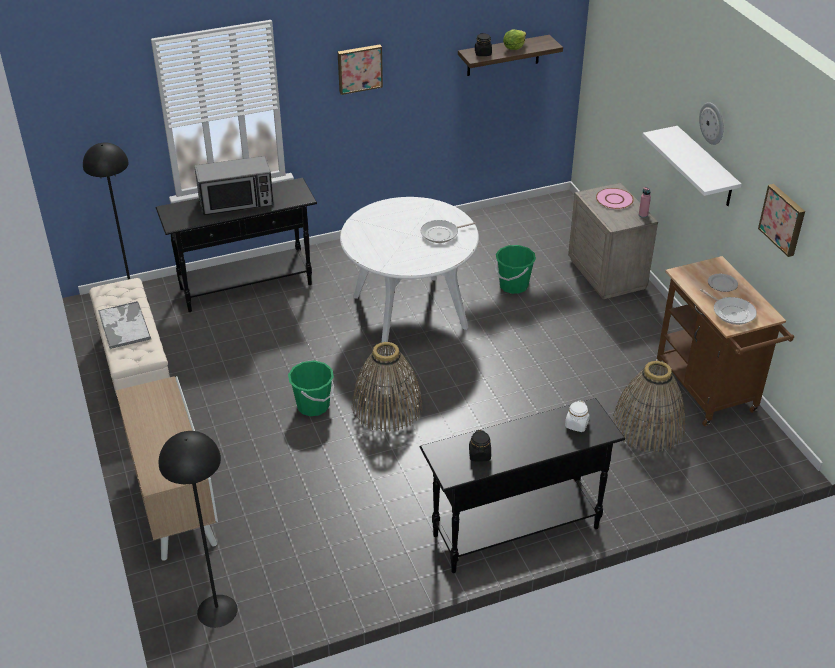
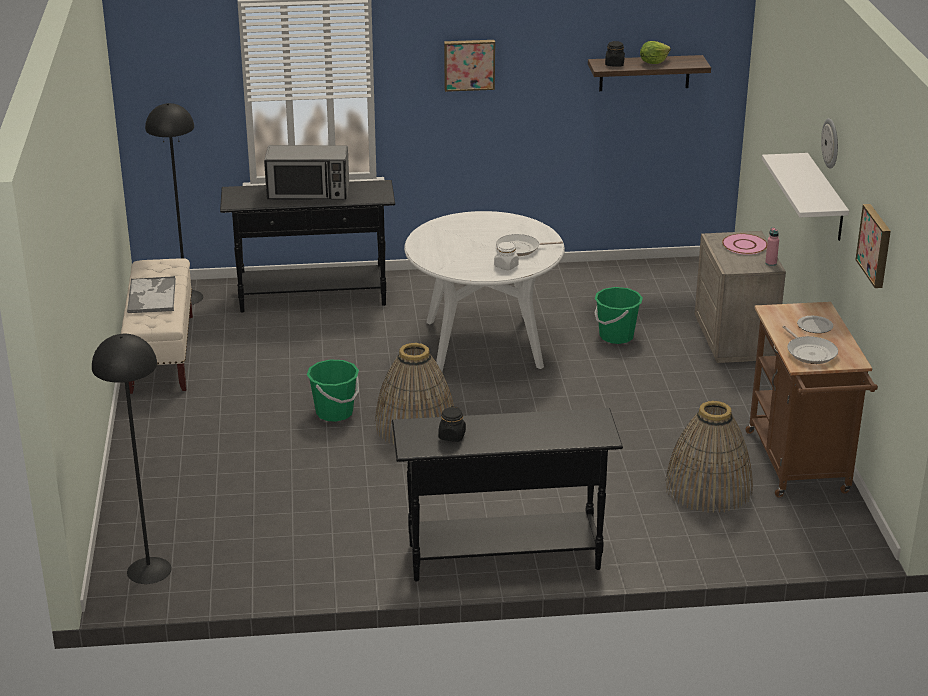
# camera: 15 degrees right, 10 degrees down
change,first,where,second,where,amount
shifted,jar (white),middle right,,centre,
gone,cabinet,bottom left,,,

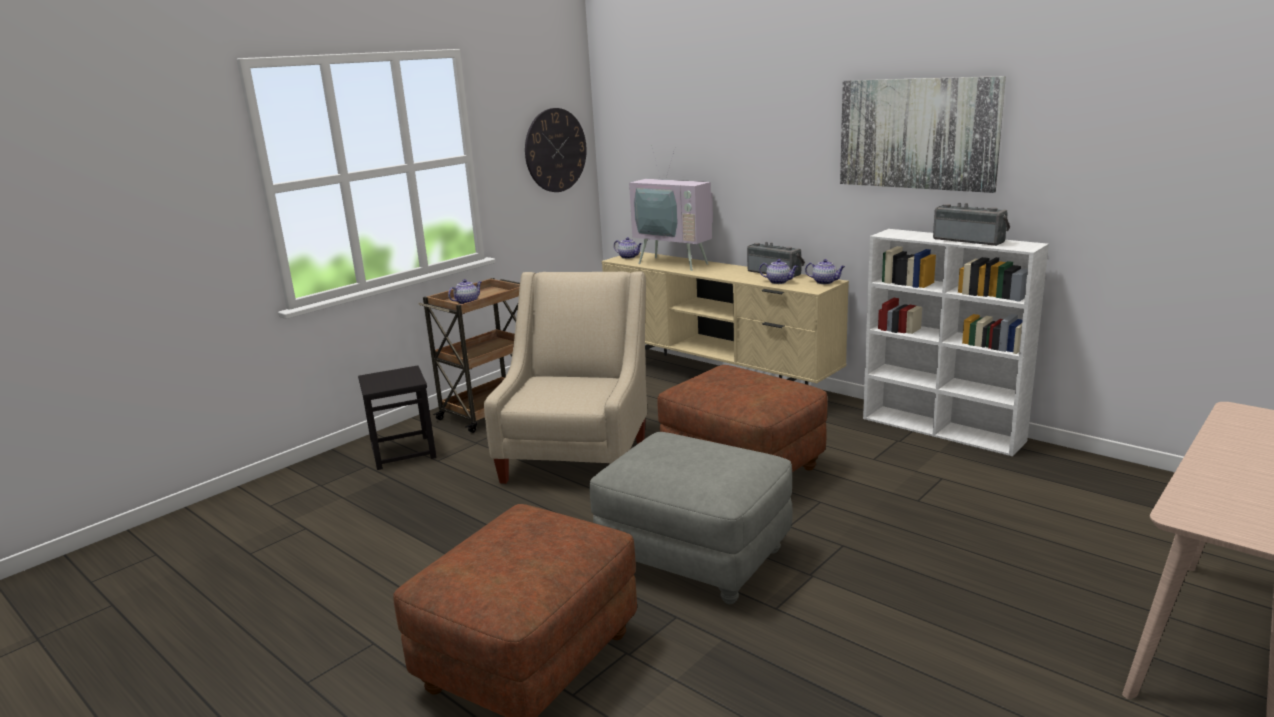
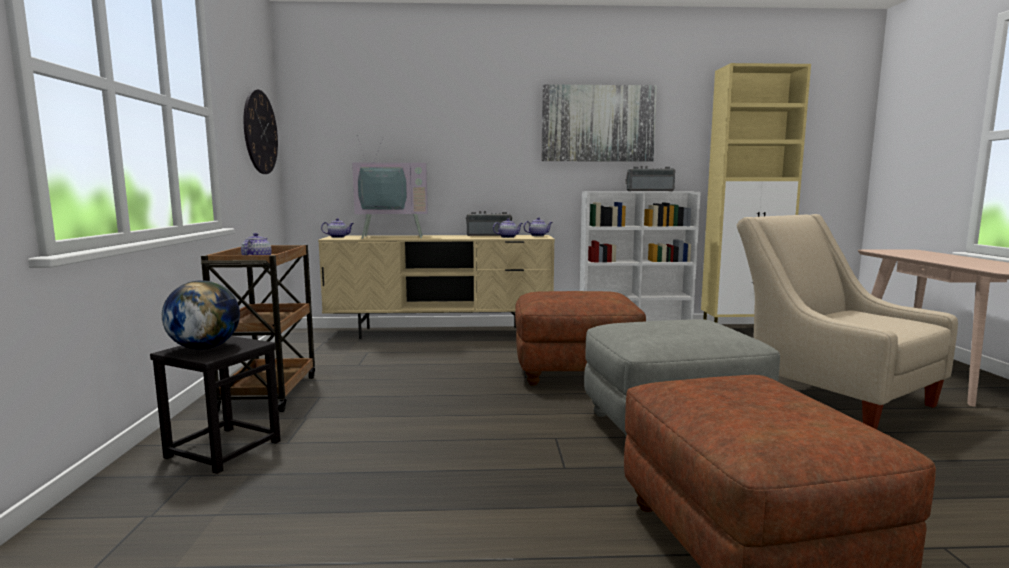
# camera: 45 degrees left, 10 degrees down
change,first,where,second,where,amount
new,,,globe,middle left,
new,,,cabinet (beige),middle right,
shifted,armchair (beige),centre,,middle right,

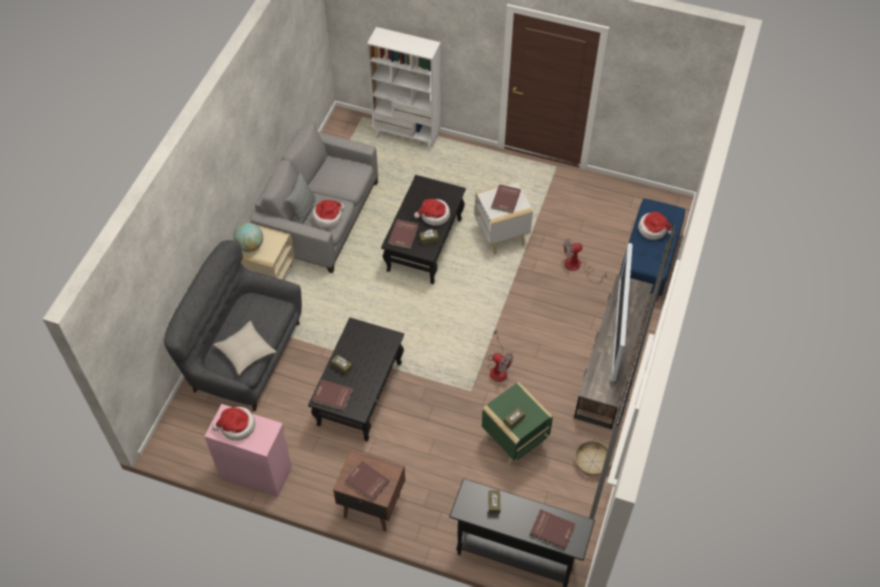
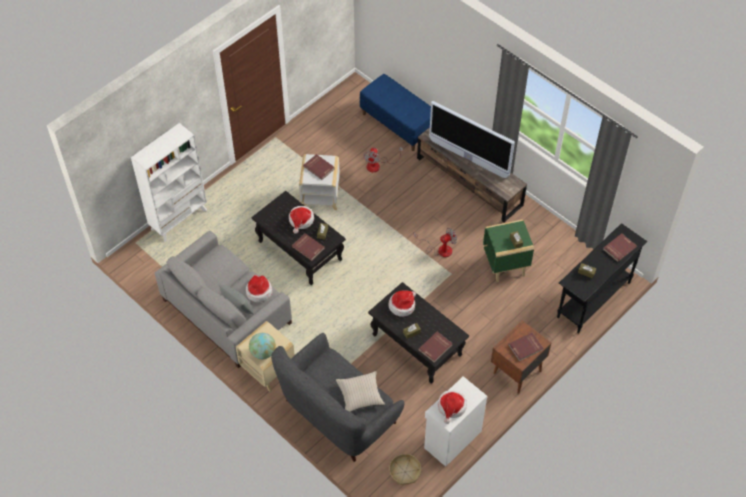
# camera: 65 degrees left, 0 degrees up
change,first,where,second,where,amount
shifted,hat (no. 4 from left in the first image),middle right,hat (no. 3 from left),centre,
shifted,basket,bottom right,,bottom centre,
repainted,cabinet (pink),bottom left,cabinet (white),bottom centre,

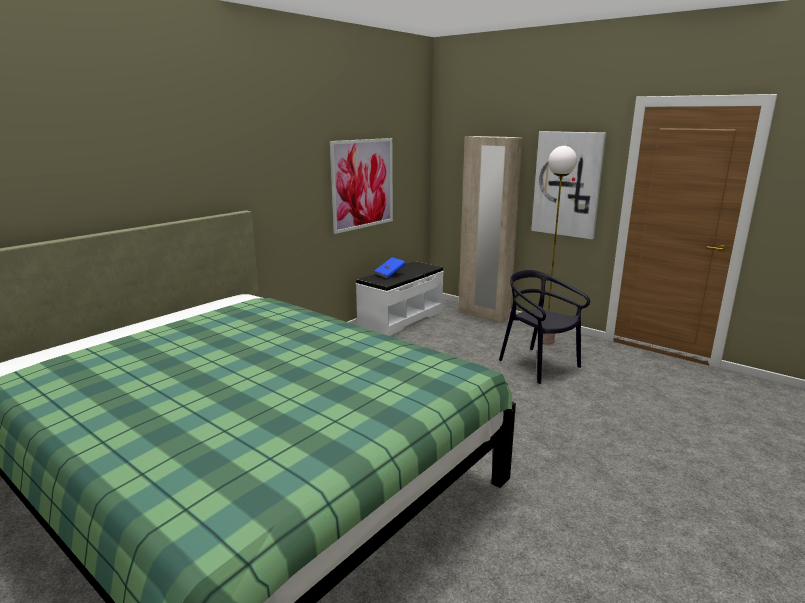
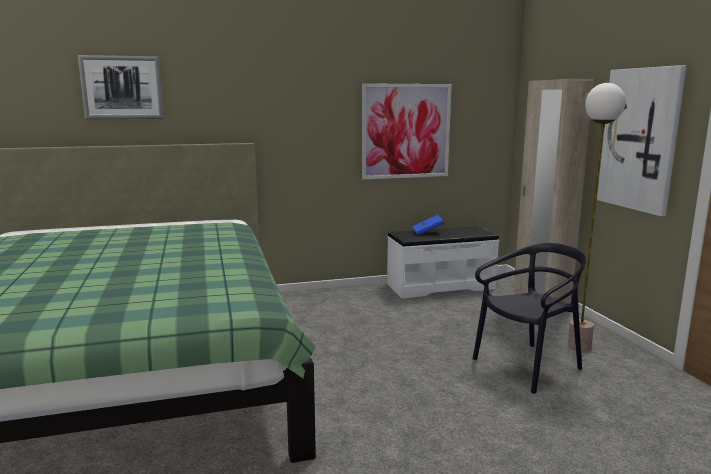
# camera: 35 degrees right, 5 degrees down
change,first,where,second,where,amount
new,,,picture (no. 1 from left),top left,
rotated,chair (black),middle right,,bottom right,60 degrees clockwise

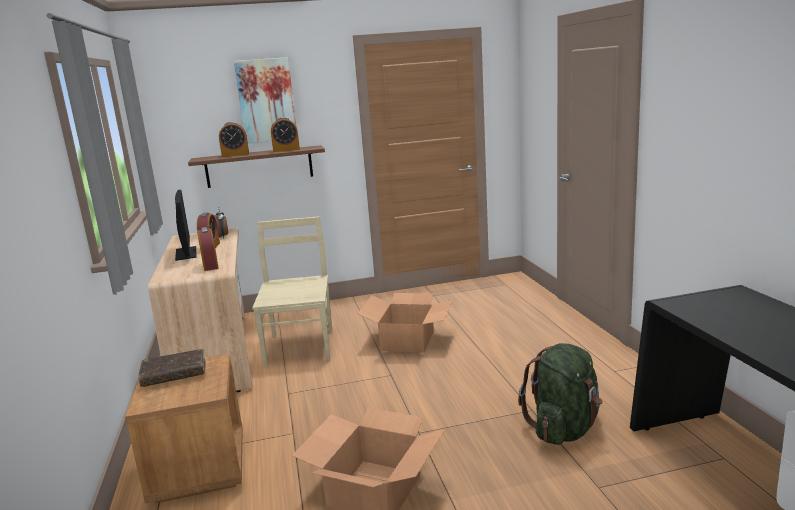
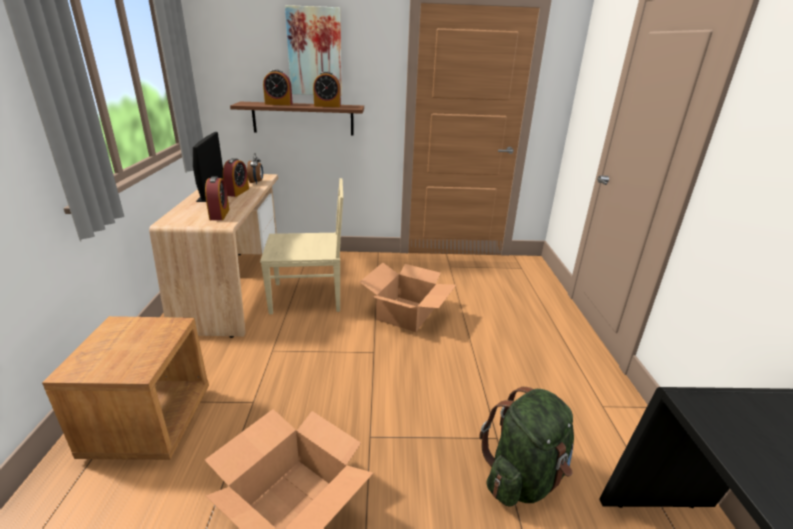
# camera: 10 degrees right, 10 degrees up
change,first,where,second,where,amount
rotated,chair (beige),centre,,centre,75 degrees clockwise
gone,book (brown),bottom left,,,

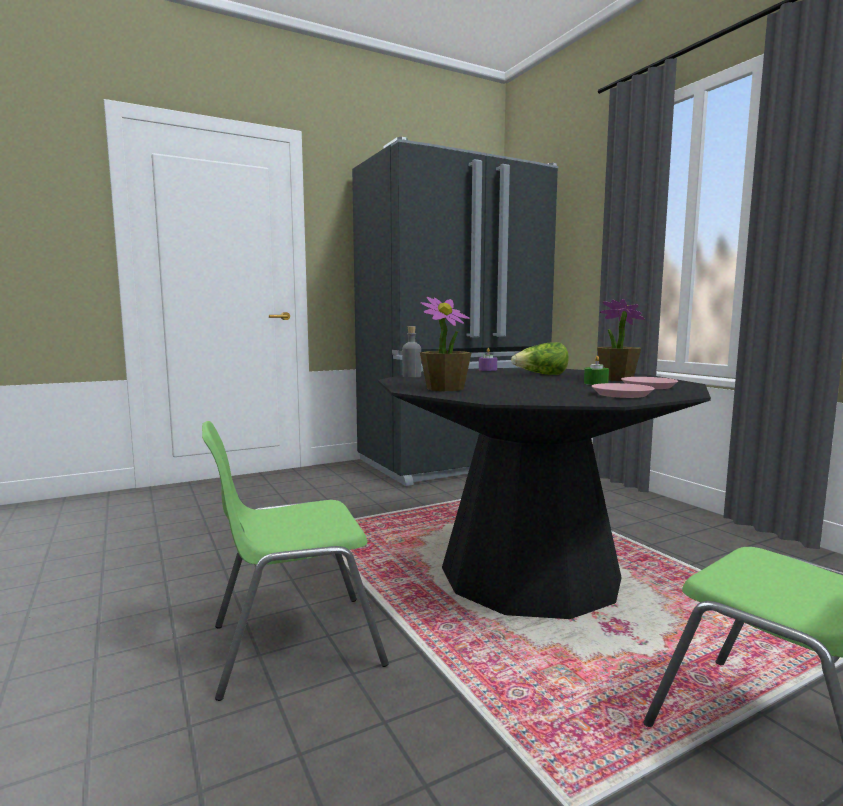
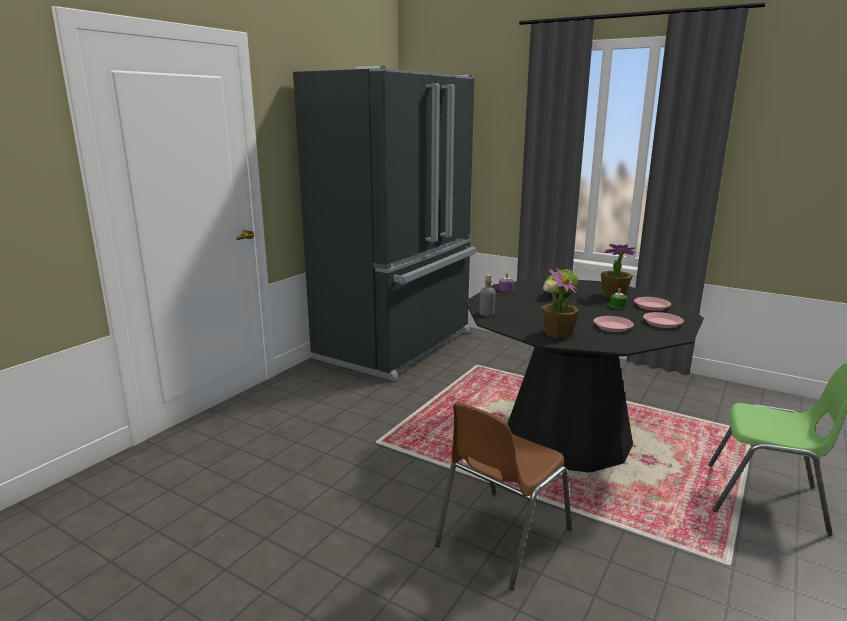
# camera: 30 degrees left, 10 degrees up
change,first,where,second,where,amount
repainted,chair (green) (no. 1 from left),bottom centre,chair (brown),bottom centre,
new,,,plate (pink) (no. 1 from left),middle right,

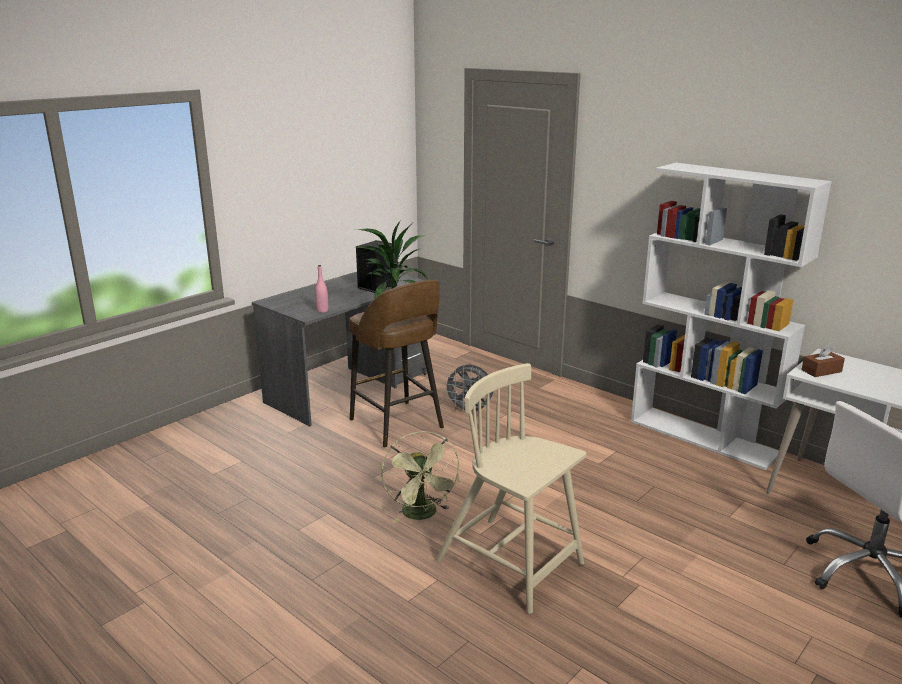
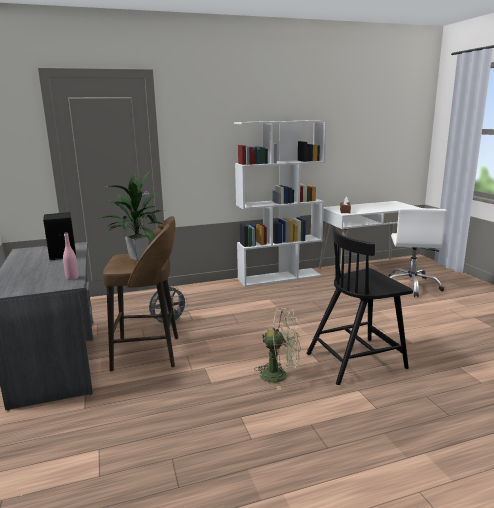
# camera: 60 degrees left, 5 degrees down
change,first,where,second,where,amount
repainted,chair (beige),bottom centre,chair (black),middle right,

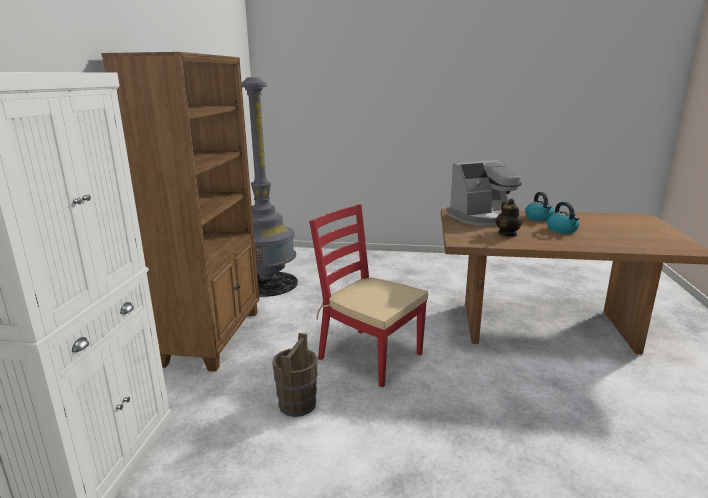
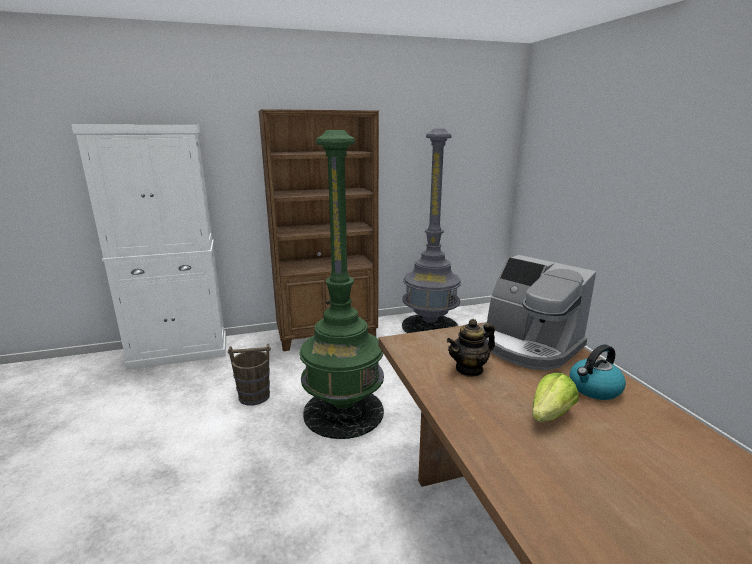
# camera: 65 degrees right, 0 degrees up
change,first,where,second,where,amount
swapped,chair (red),centre,floor lamp (green),centre,
swapped,kettle (no. 2 from left),middle right,lettuce,bottom right,

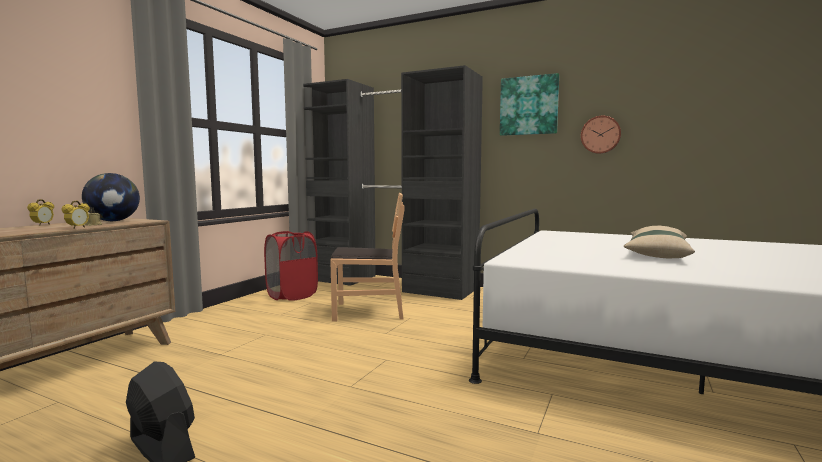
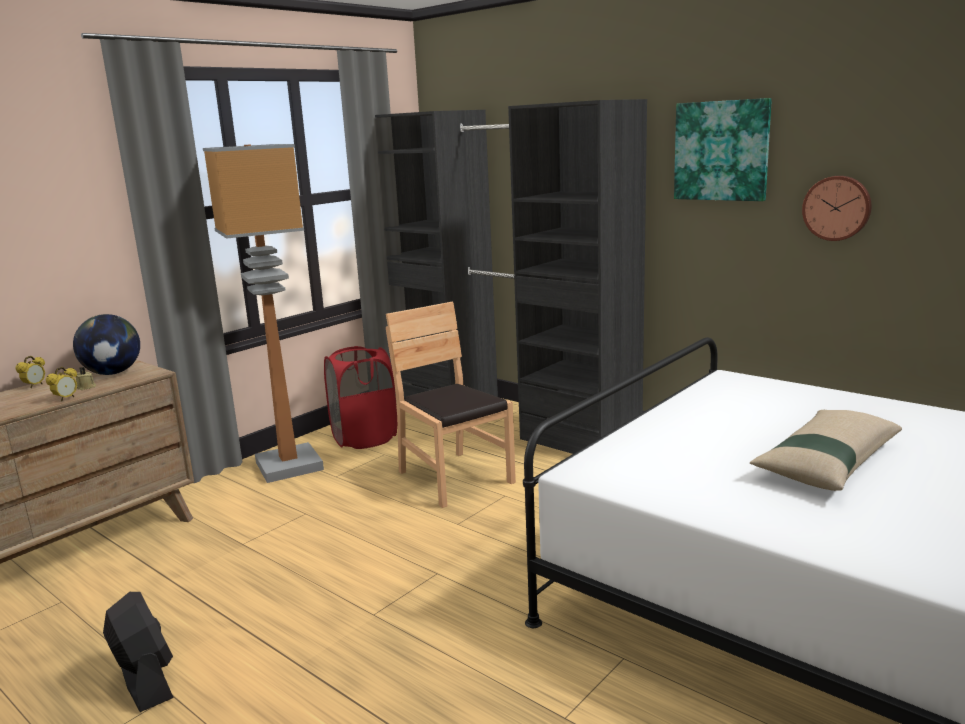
# camera: 15 degrees right, 10 degrees up
change,first,where,second,where,amount
new,,,floor lamp,middle left,
rotated,chair (brown),centre,,centre,135 degrees counterclockwise

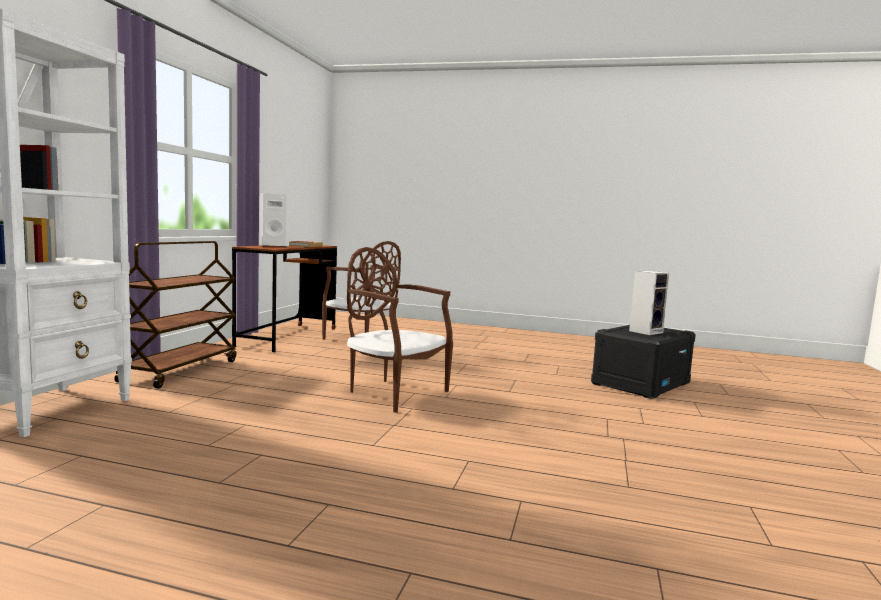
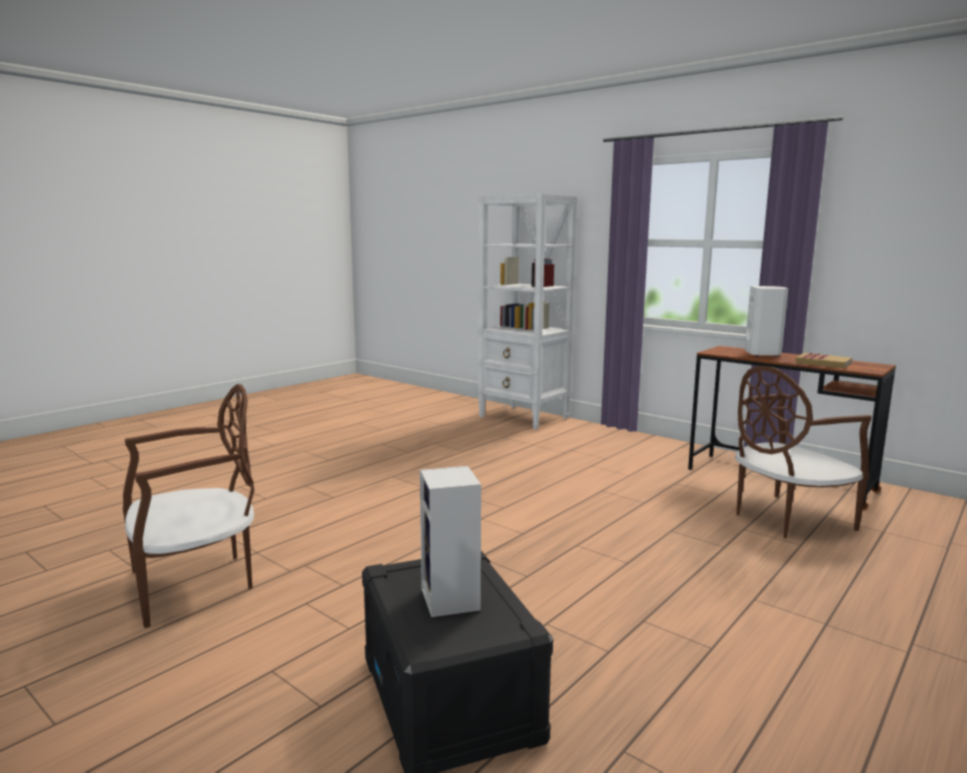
# camera: 115 degrees right, 5 degrees up
change,first,where,second,where,amount
shifted,chair (brown) (no. 2 from left in the first image),centre,chair (brown) (no. 1 from left),middle left,
gone,cart (brown),middle left,,,

